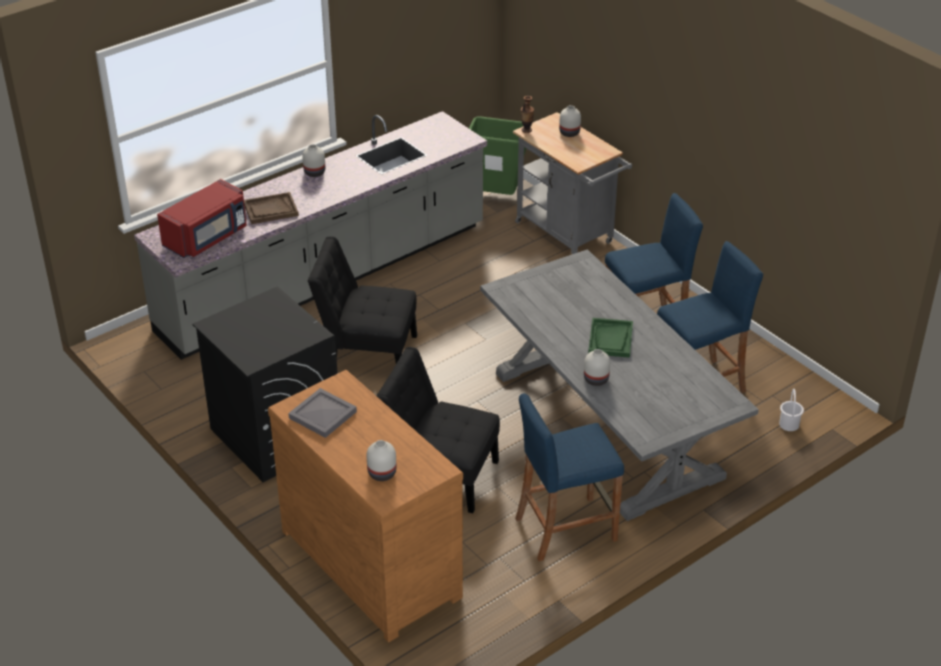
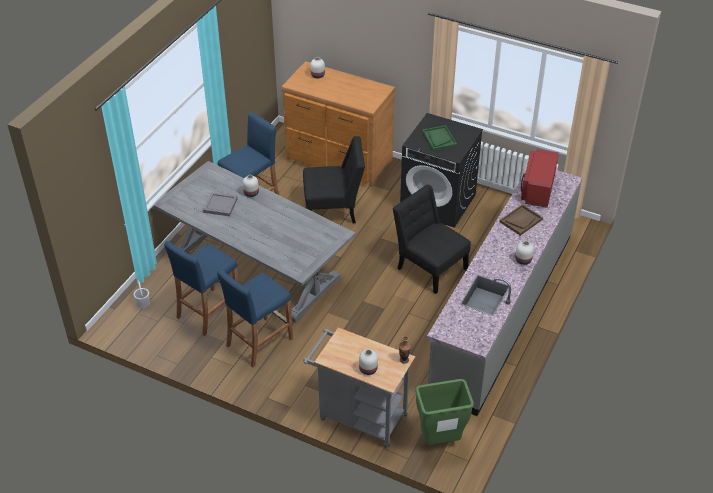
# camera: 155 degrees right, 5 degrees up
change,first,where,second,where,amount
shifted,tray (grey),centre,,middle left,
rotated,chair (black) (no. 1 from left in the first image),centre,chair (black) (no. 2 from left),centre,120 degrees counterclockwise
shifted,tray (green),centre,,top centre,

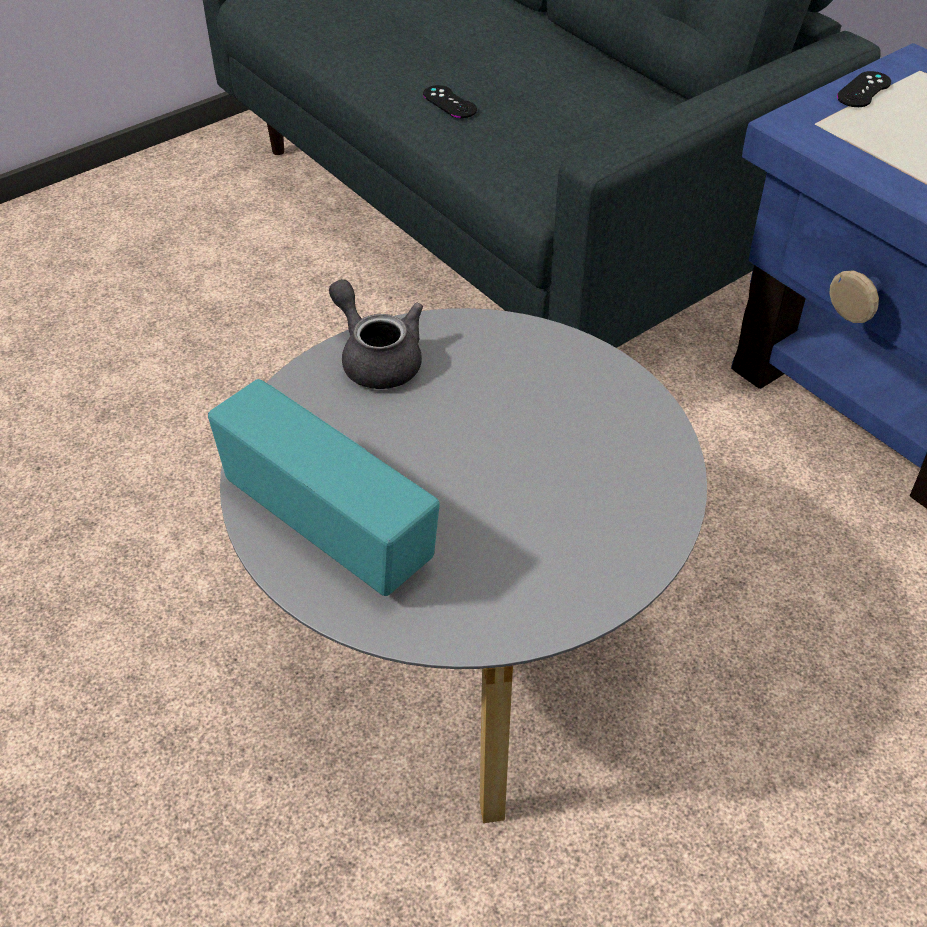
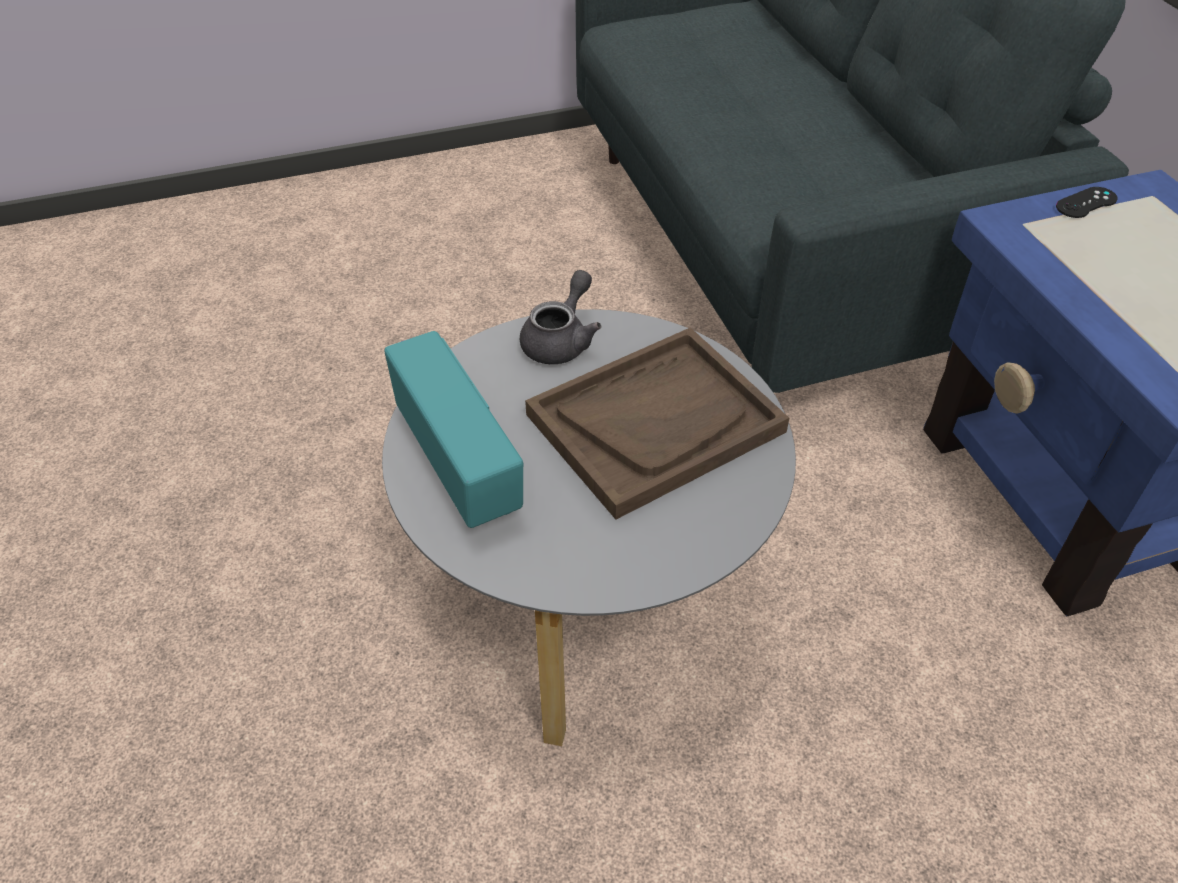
# camera: 20 degrees right, 0 degrees up
change,first,where,second,where,amount
rotated,teapot (grey),centre,,centre,45 degrees clockwise
new,,,tray (brown),centre,
gone,game controller (black) (no. 1 from left),top centre,,,

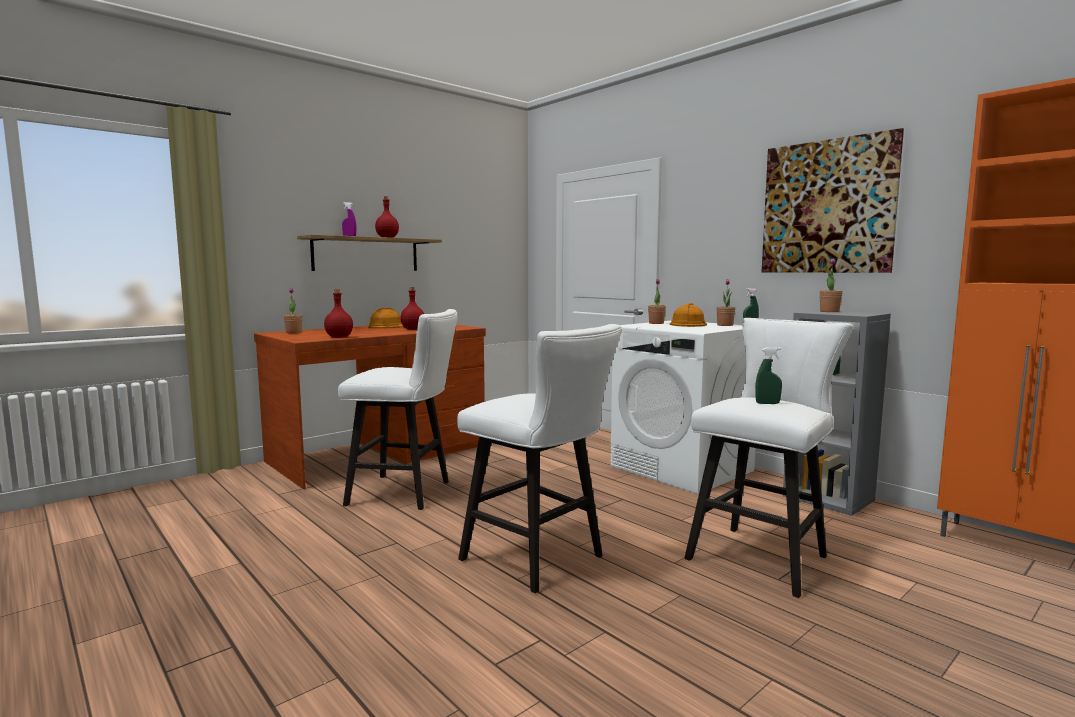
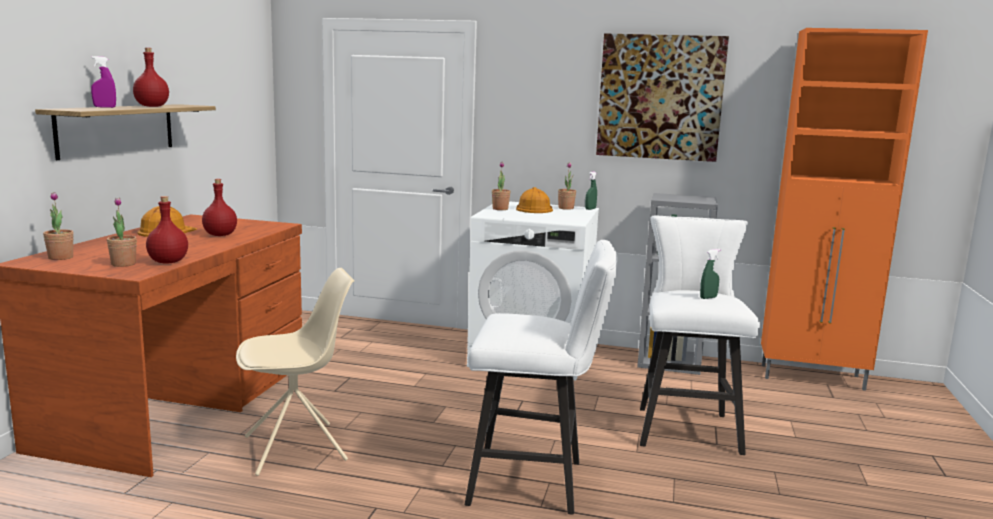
# camera: 35 degrees left, 5 degrees up
change,first,where,second,where,amount
shifted,potted plant (no. 4 from left in the first image),middle right,potted plant (no. 2 from left),middle left,
swapped,stool (white) (no. 1 from left),centre,chair (beige),bottom left,

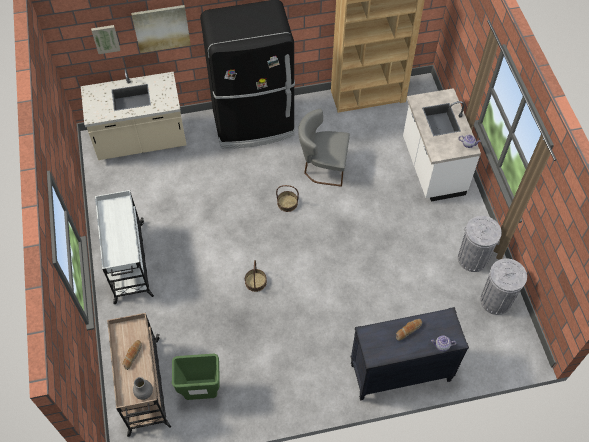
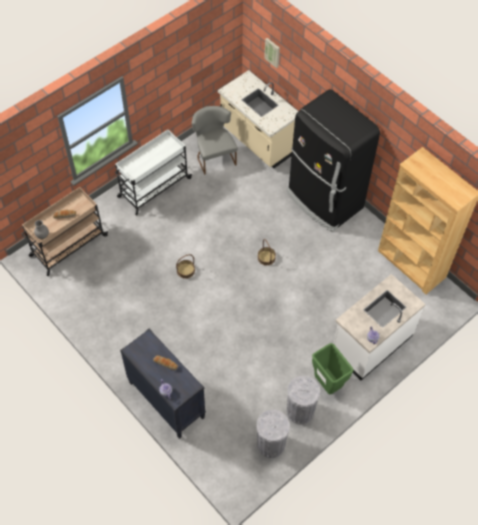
# camera: 60 degrees right, 0 degrees up
change,first,where,second,where,amount
shifted,chair (grey),centre,,top centre,
shifted,trash can (green),bottom left,,bottom right,
gone,picture (no. 2 from left),top left,,,

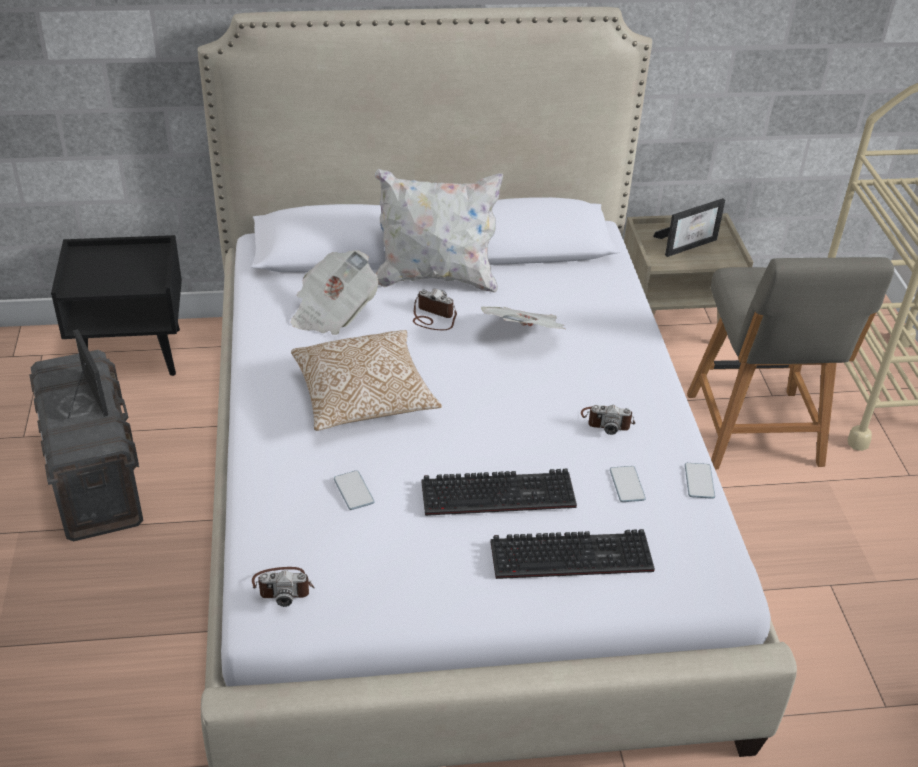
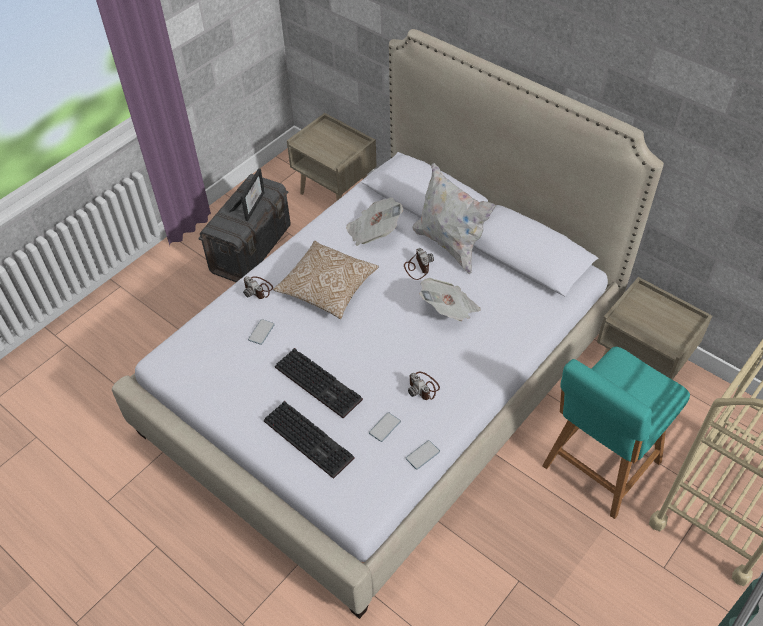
# camera: 50 degrees right, 10 degrees up
change,first,where,second,where,amount
shifted,photo camera (no. 1 from left),bottom left,,centre,
repainted,nightstand (black),middle left,nightstand (beige) (no. 1 from left),top centre,
repainted,chair (grey),middle right,chair (turquoise),bottom right,
gone,picture frame (no. 2 from left),top right,,,

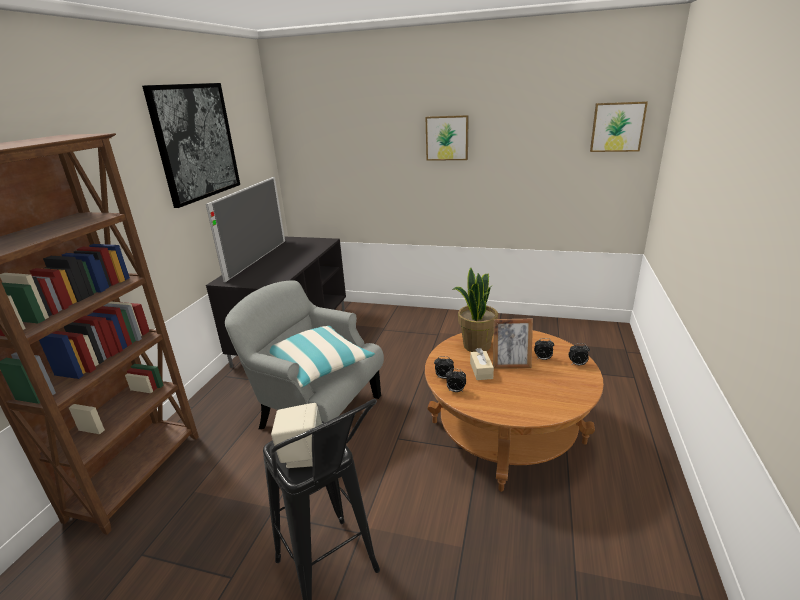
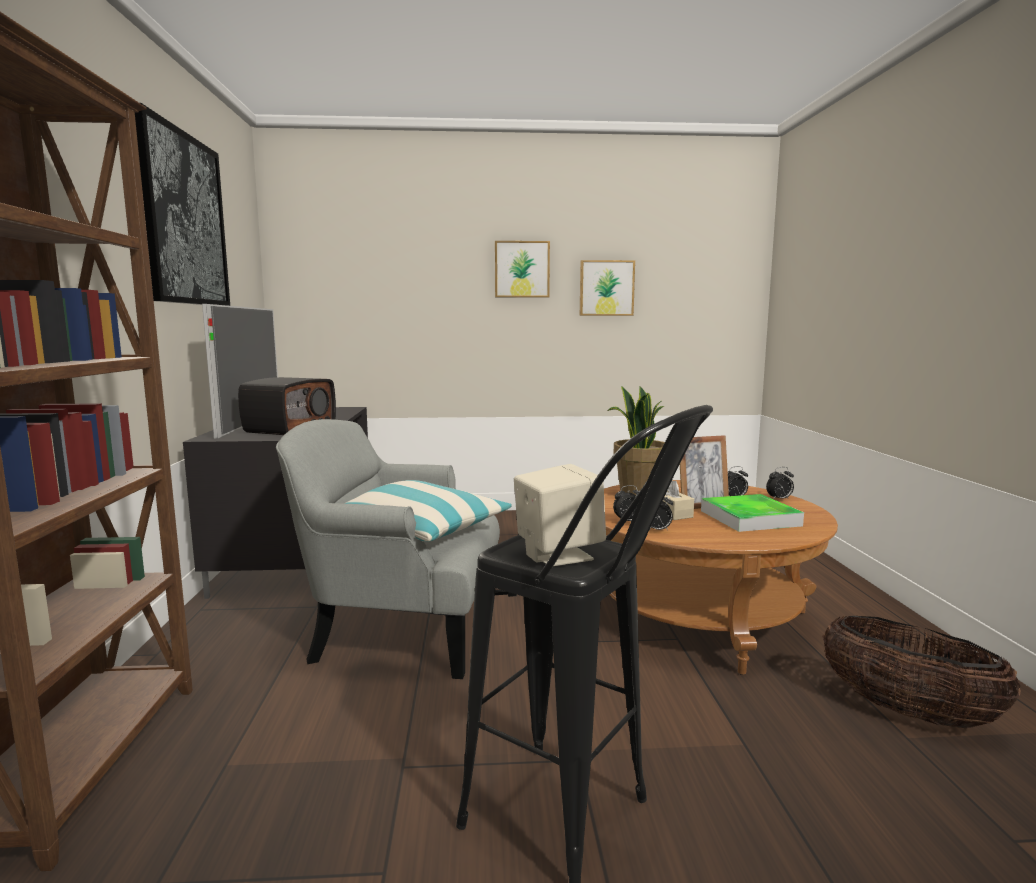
# camera: 20 degrees left, 15 degrees down
change,first,where,second,where,amount
new,,,radio,middle left,
shifted,picture (no. 3 from left),top right,,top centre,
new,,,tray,middle right,
new,,,basket,bottom right,

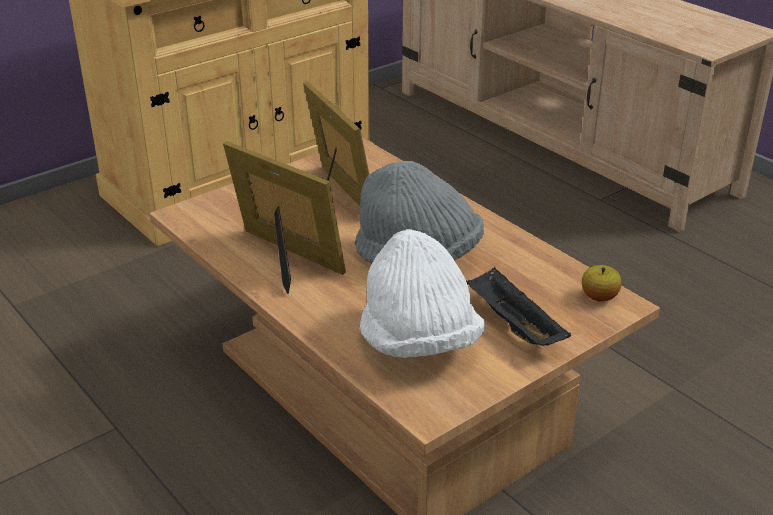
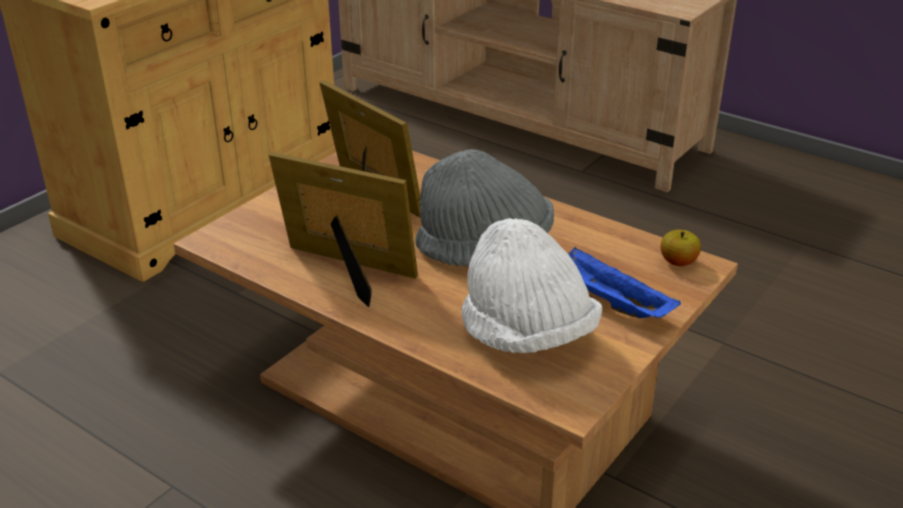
# camera: 15 degrees left, 0 degrees up
change,first,where,second,where,amount
repainted,tray (black),middle right,tray (blue),middle right,

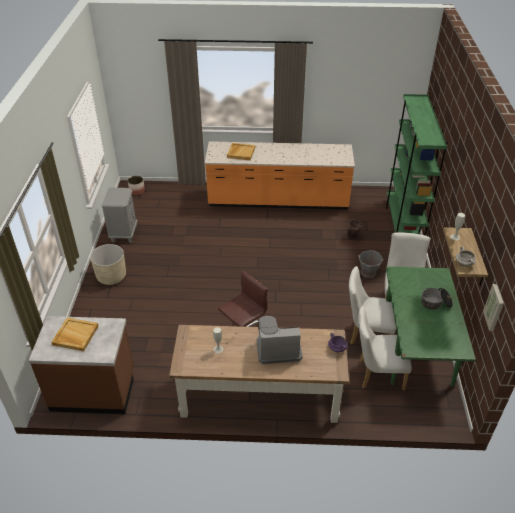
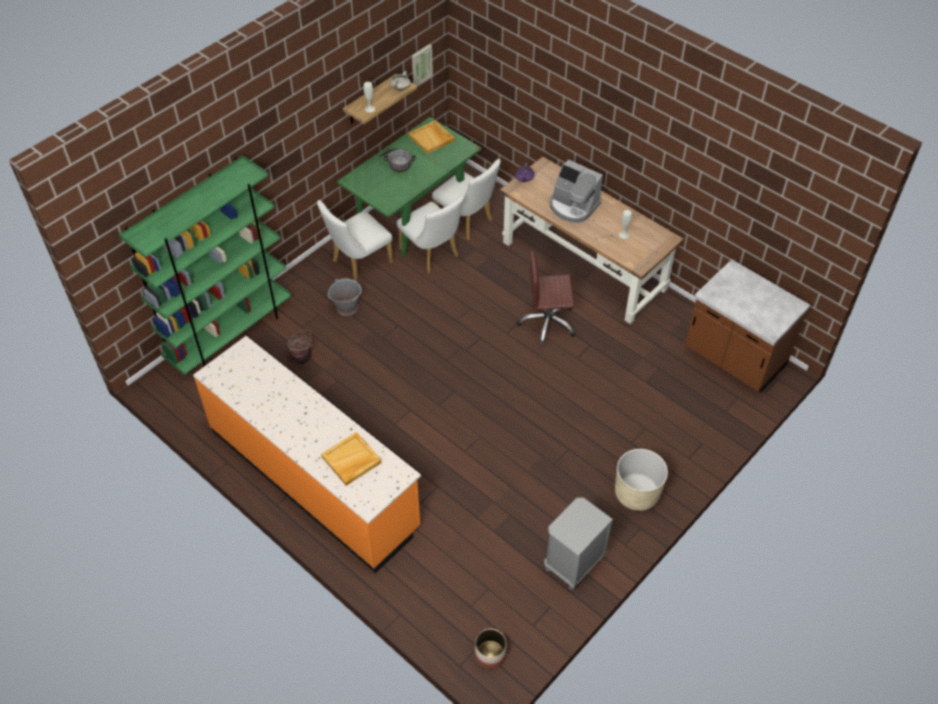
# camera: 140 degrees left, 10 degrees up
change,first,where,second,where,amount
shifted,tray (beige) (no. 1 from left in the first image),middle left,tray (beige) (no. 2 from left),top centre,

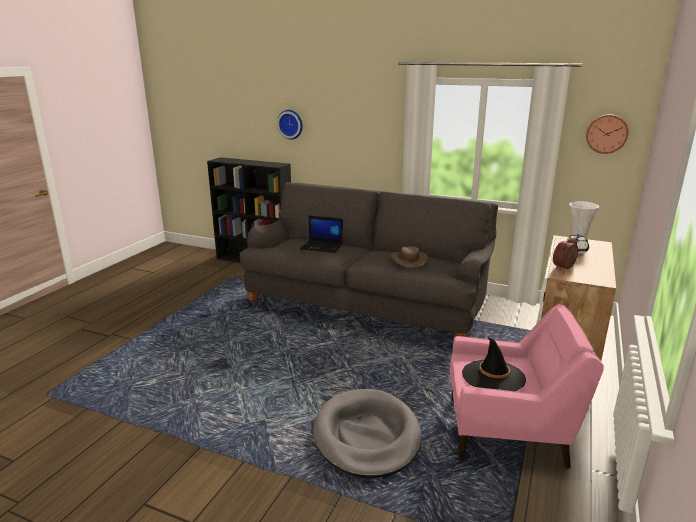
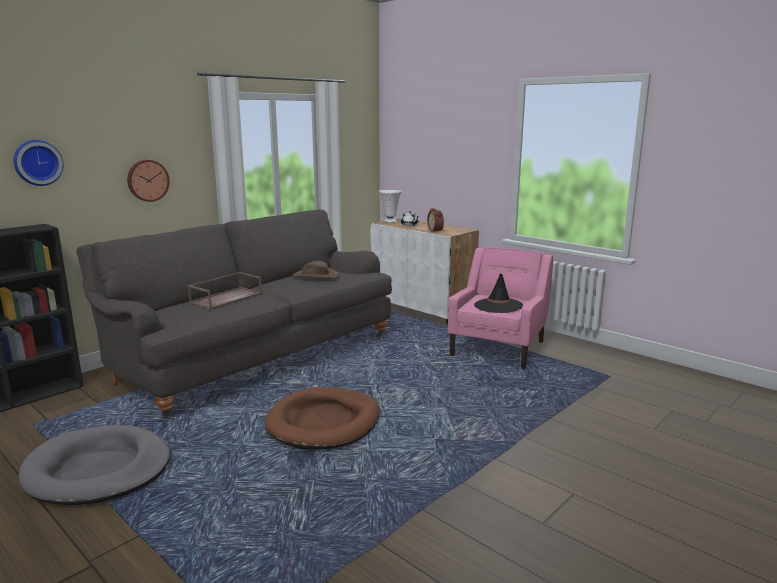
# camera: 70 degrees left, 5 degrees down
change,first,where,second,where,amount
shifted,dog bed (grey),bottom centre,,bottom left,
shifted,wall clock (no. 2 from left),top right,,top left,
swapped,laptop,centre,tray (brown),middle left,
new,,,dog bed (brown),bottom centre,

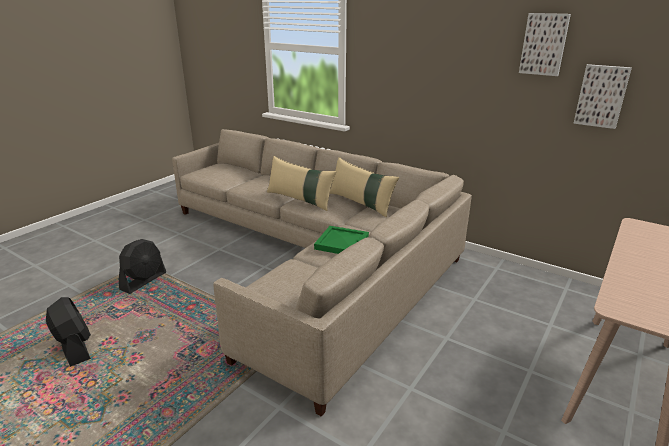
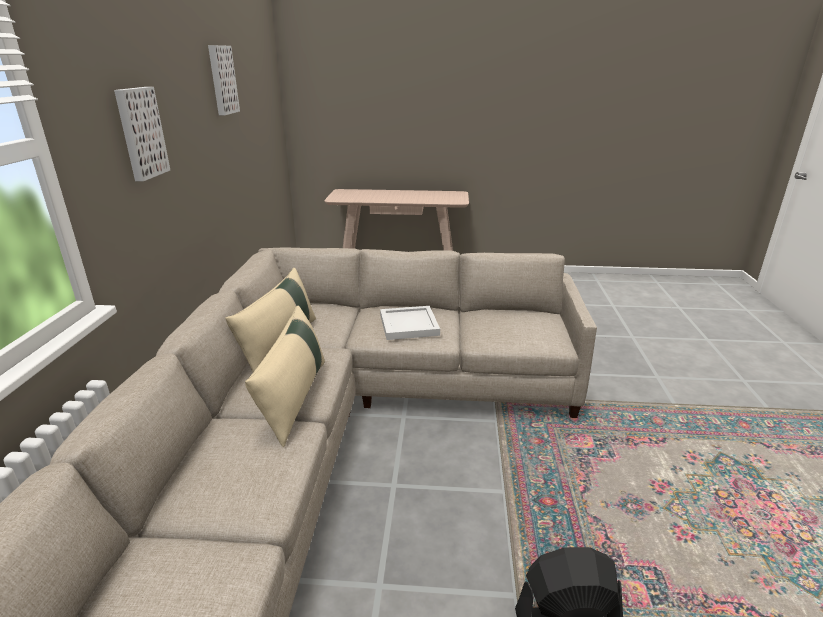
# camera: 120 degrees left, 0 degrees up
change,first,where,second,where,amount
shifted,picture (no. 2 from left in the first image),top right,picture (no. 1 from left),top left,
repainted,tray (green),centre,tray (white),centre,
gone,fan (black) (no. 1 from left),bottom left,,,

